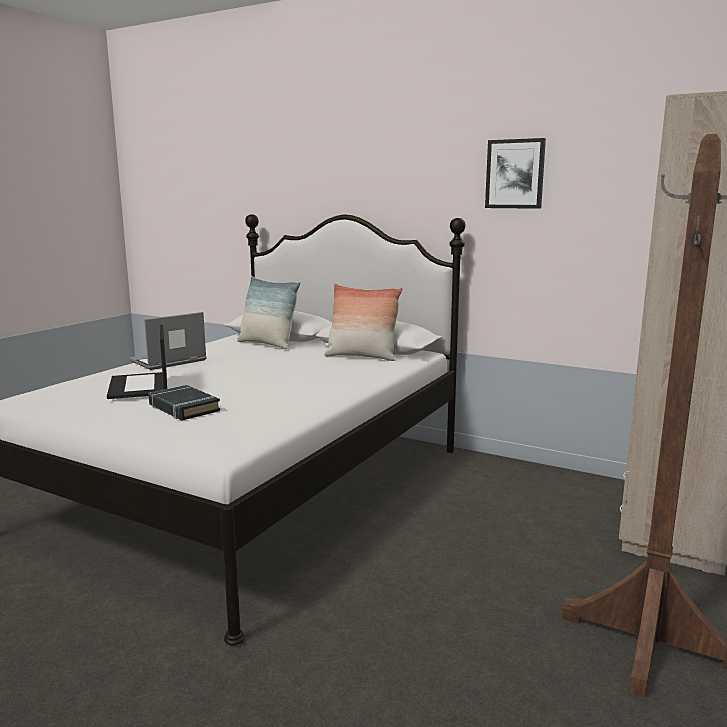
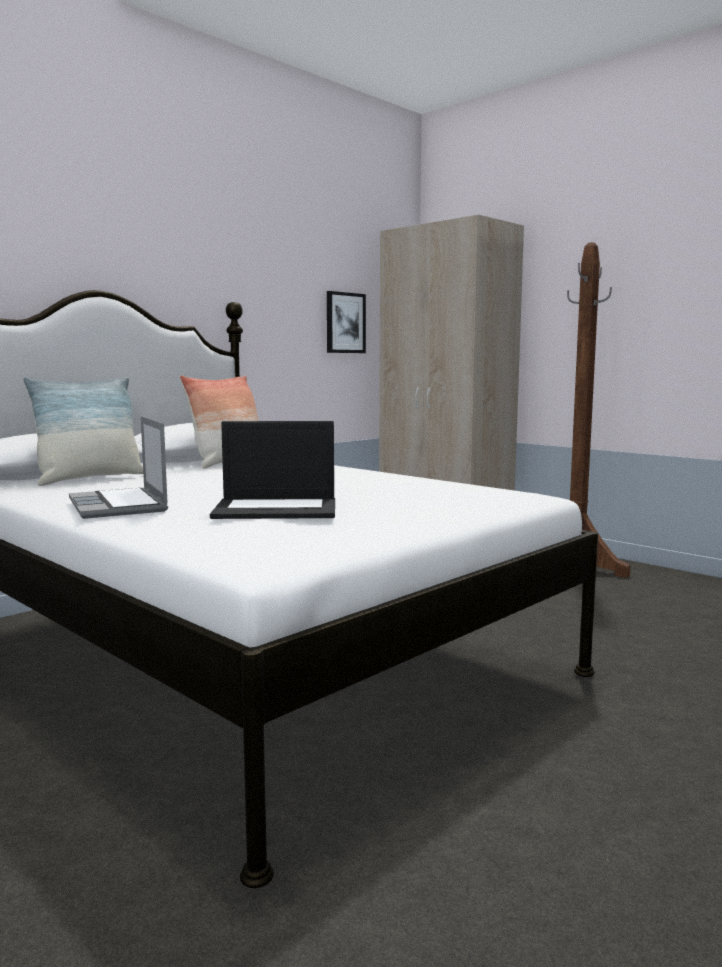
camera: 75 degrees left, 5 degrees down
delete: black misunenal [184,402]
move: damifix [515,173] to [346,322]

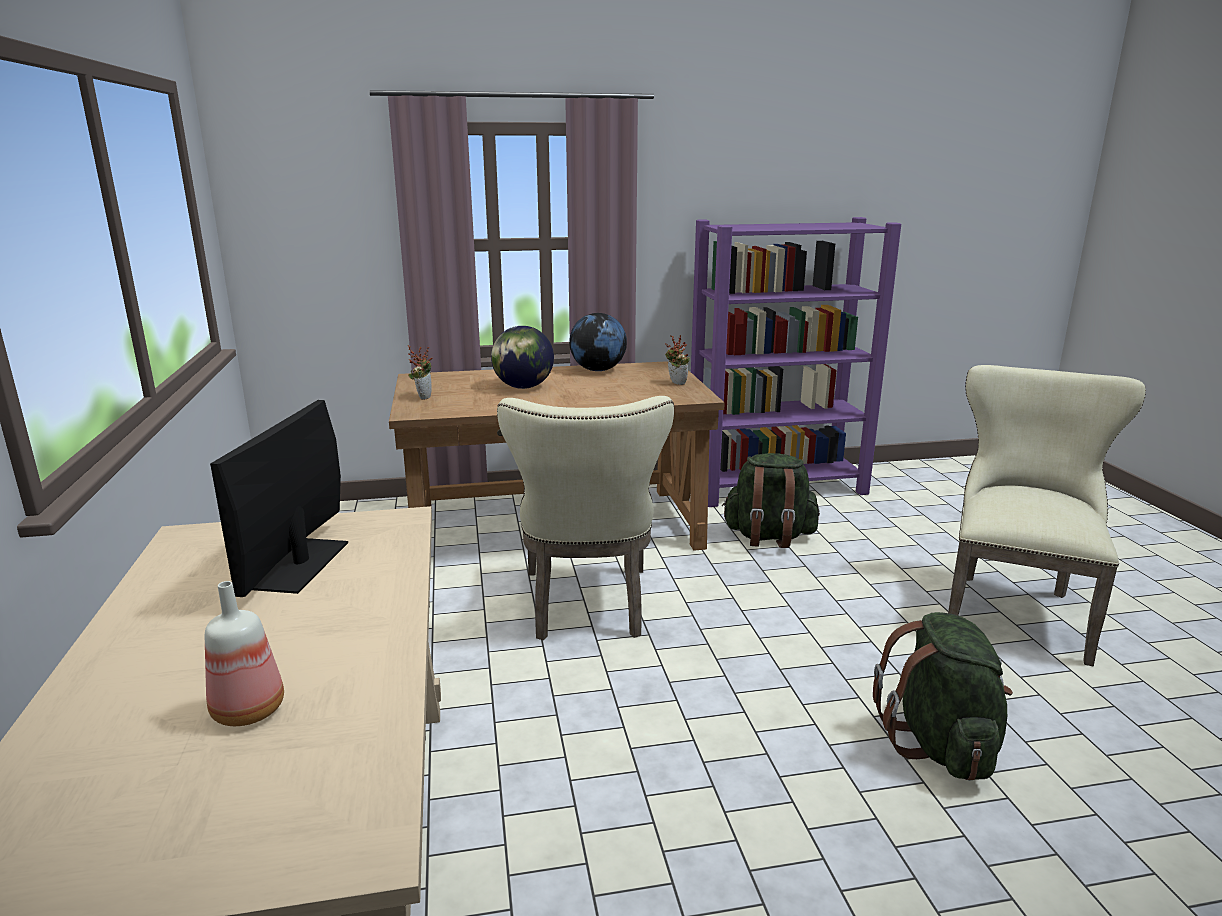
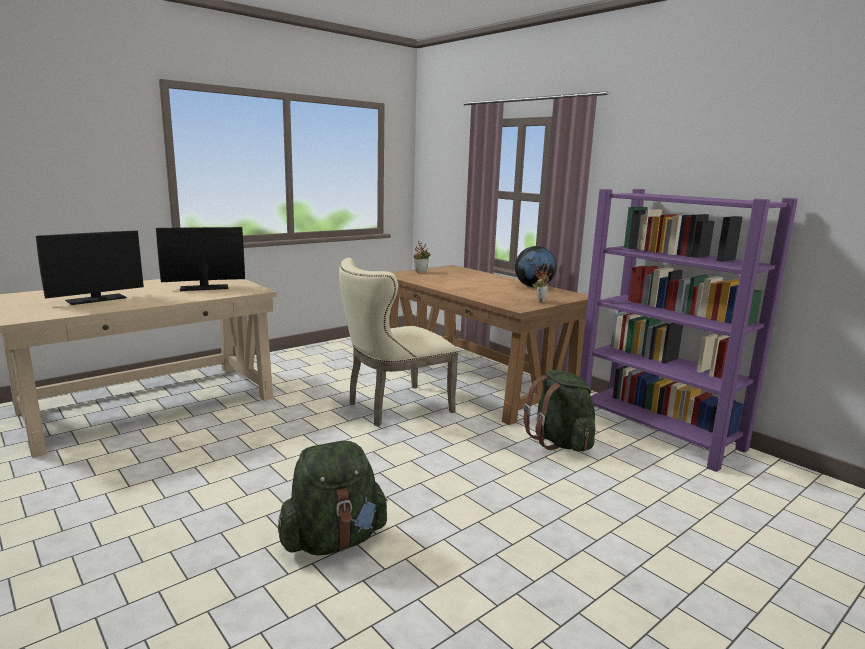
camera: 60 degrees right, 5 degrees down
delete: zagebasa [522,357]; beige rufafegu [1047,515]
replace: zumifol [244,653] to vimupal [90,267]

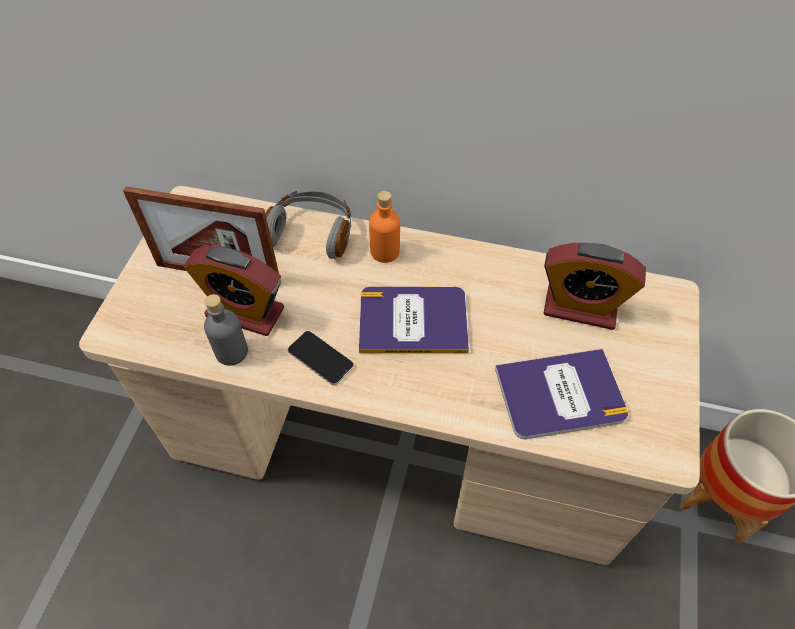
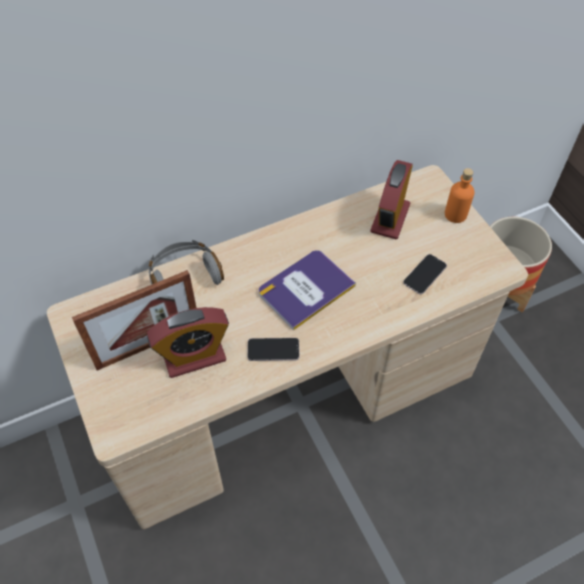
camera: 40 degrees left, 0 degrees up
delete: grey zumifol [226,330]
move: orange zumifol [384,227] to [460,195]
replace: misunenal [561,394] to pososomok [425,274]
rotate: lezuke [594,286] = [391,199] 135 degrees clockwise

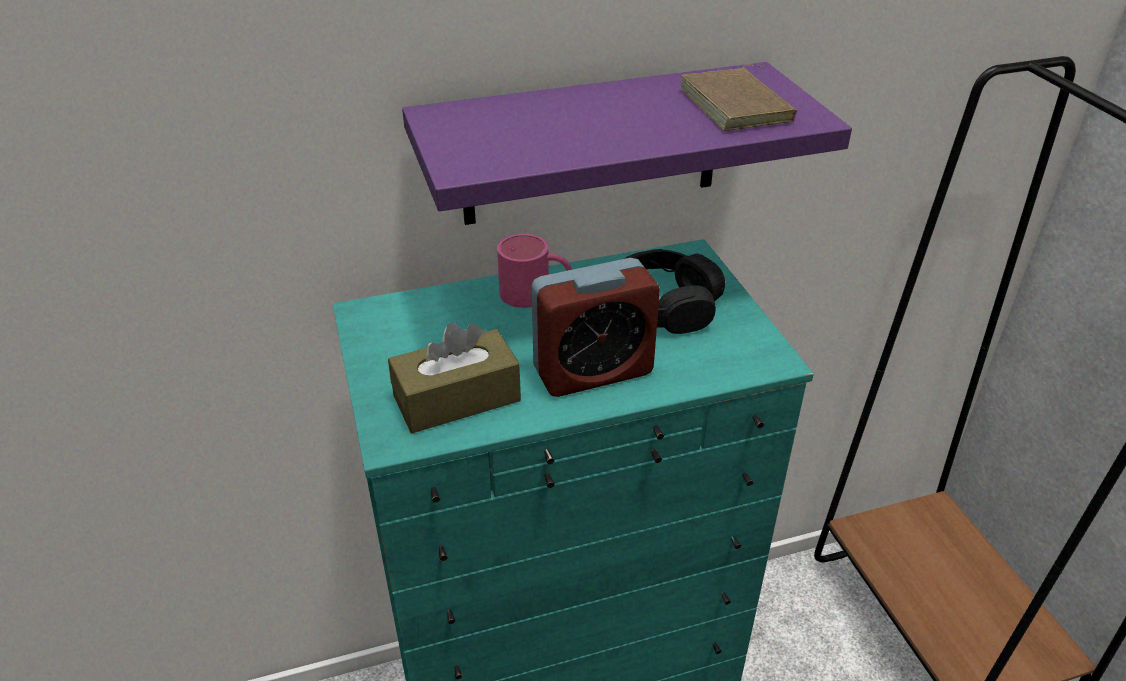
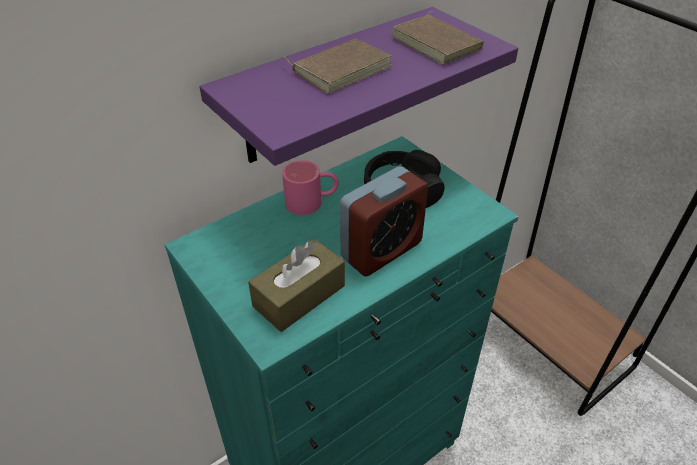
camera: 20 degrees left, 5 degrees up
insert: brown misunenal [338,66]

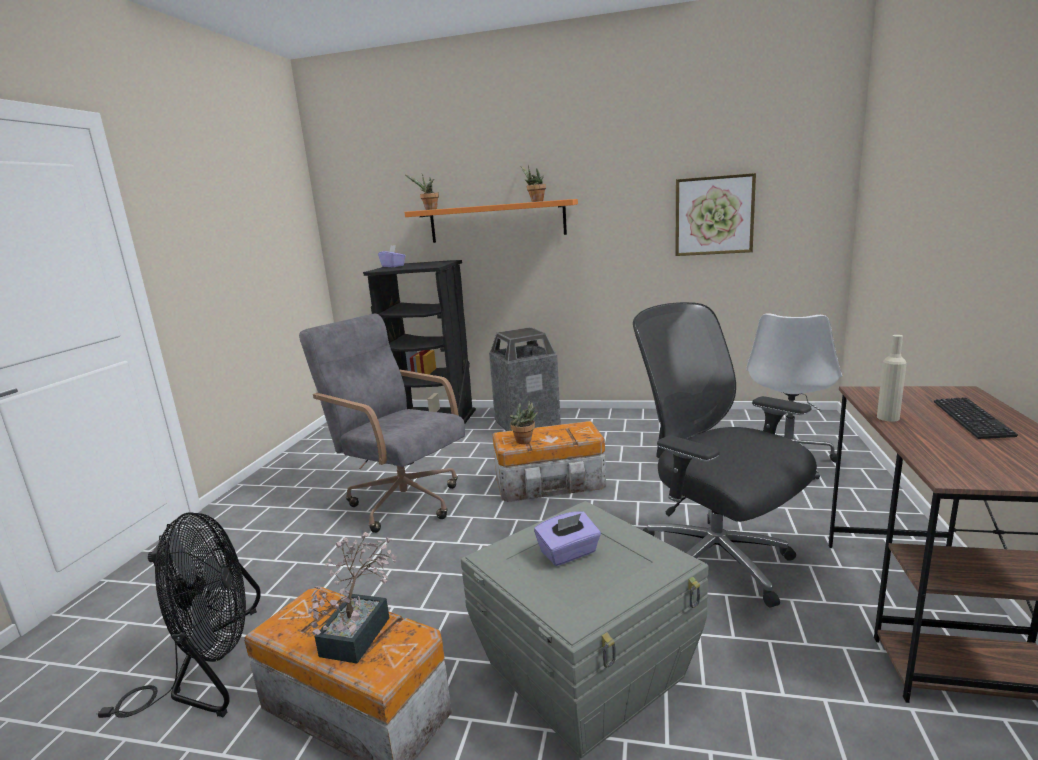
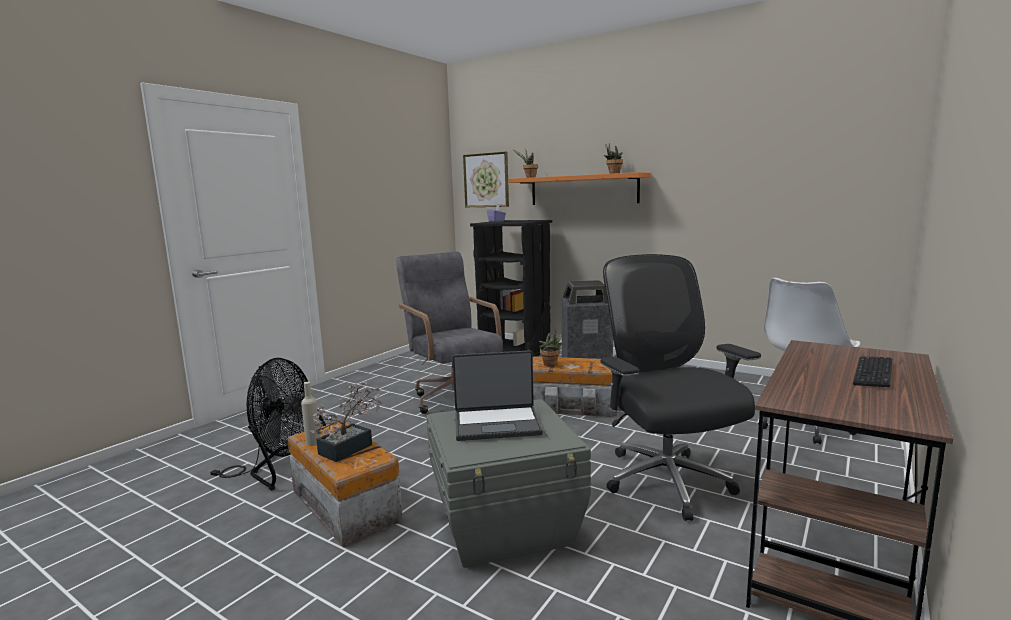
camera: 20 degrees right, 5 degrees down
move: damifix [715,214] to [486,179]; beige zumifol [892,378] to [311,414]
replace: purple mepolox [567,538] to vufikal [498,395]

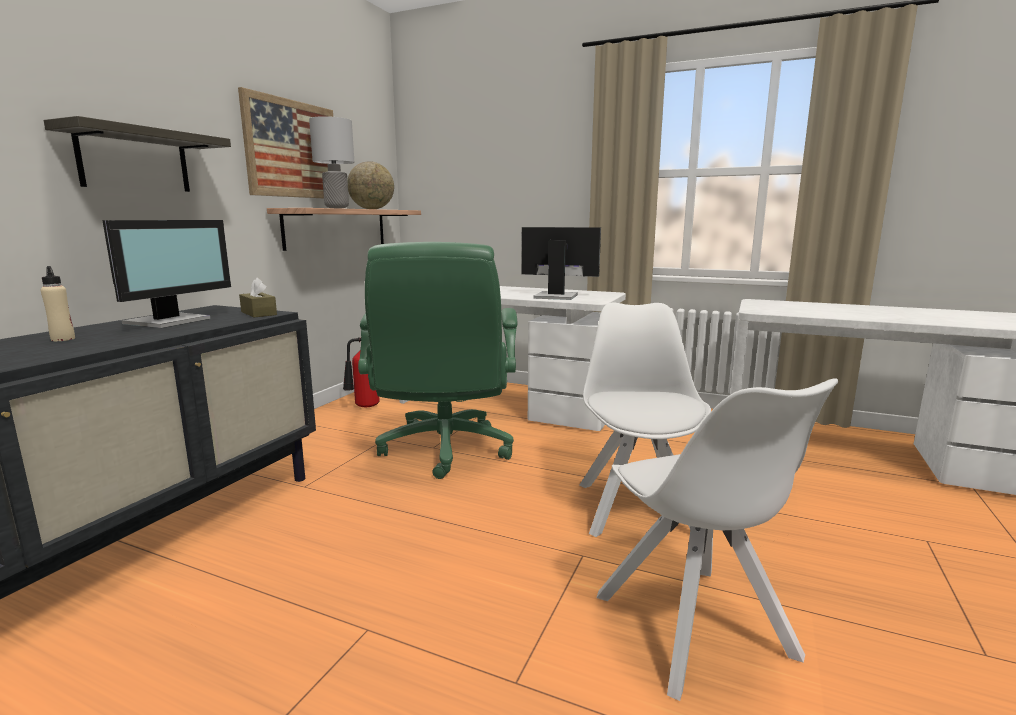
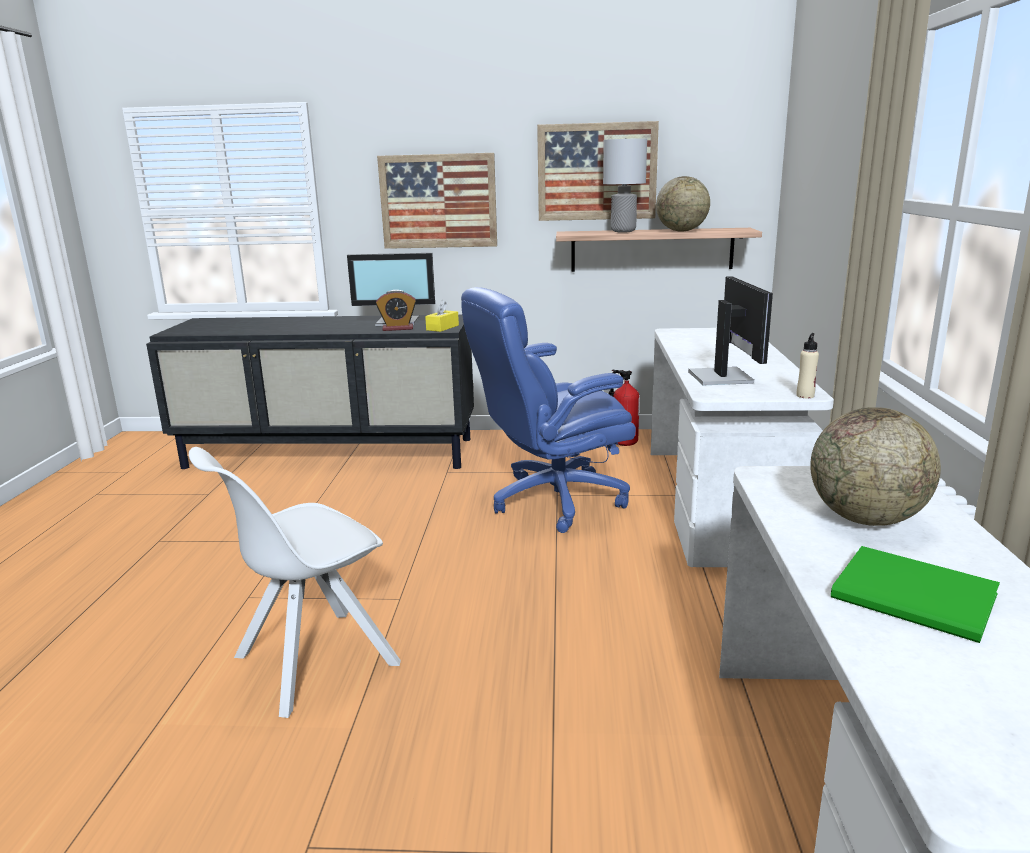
camera: 70 degrees right, 5 degrees up
delete: white rufafegu [645,420]
insert: lezuke [396,310]; zagebasa [875,466]; green misunenal [915,594]
move: beige zumifol [58,303] to [808,365]
replace: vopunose [137,154] to damifix [437,201]
recolor: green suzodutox [437,360] to blue suzodutox [548,410]; brown mepolox [258,297] to yellow mepolox [442,316]

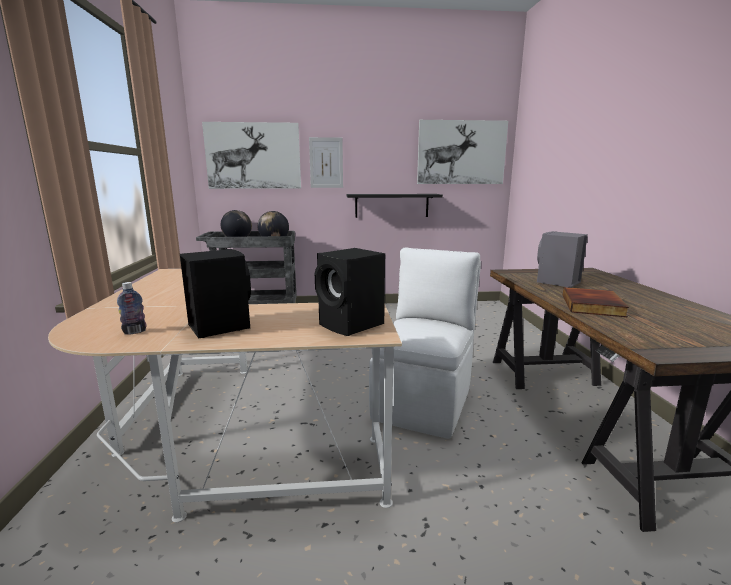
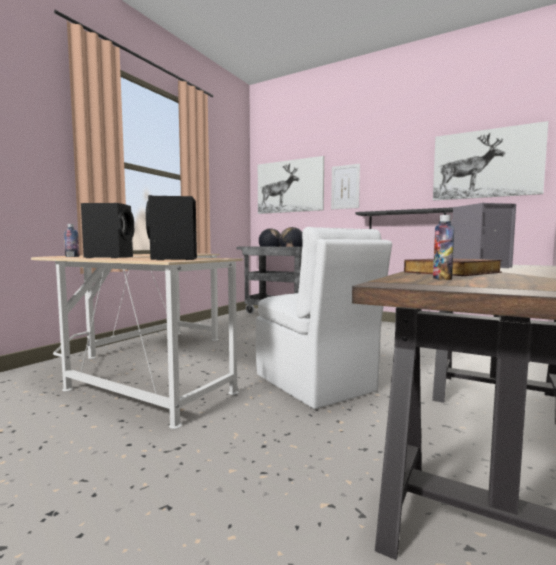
camera: 35 degrees right, 10 degrees down
insert: zumifol [443,247]
rotate: white rufafegu [425,343] = [324,318] 90 degrees clockwise

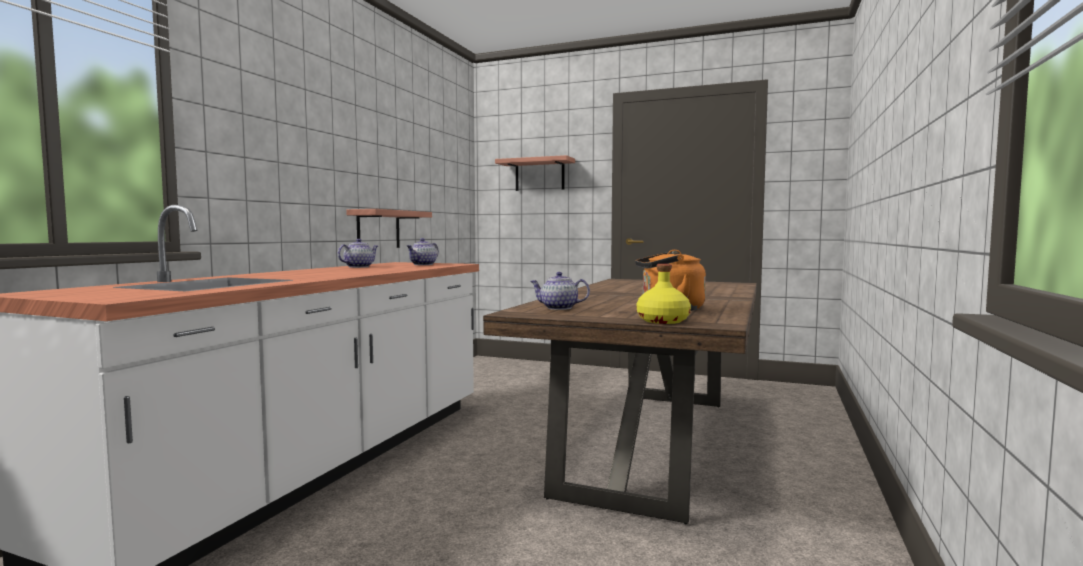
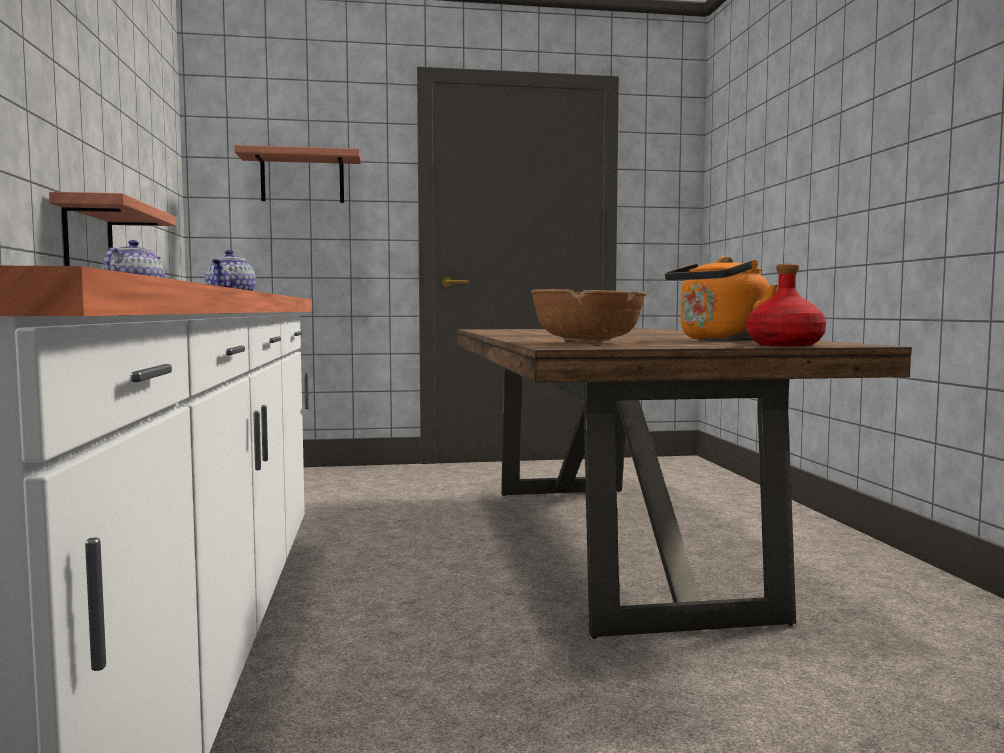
camera: 30 degrees left, 0 degrees up
replace: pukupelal [560,291] to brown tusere [588,316]
recolor: yellow zumifol [664,294] to red zumifol [786,305]

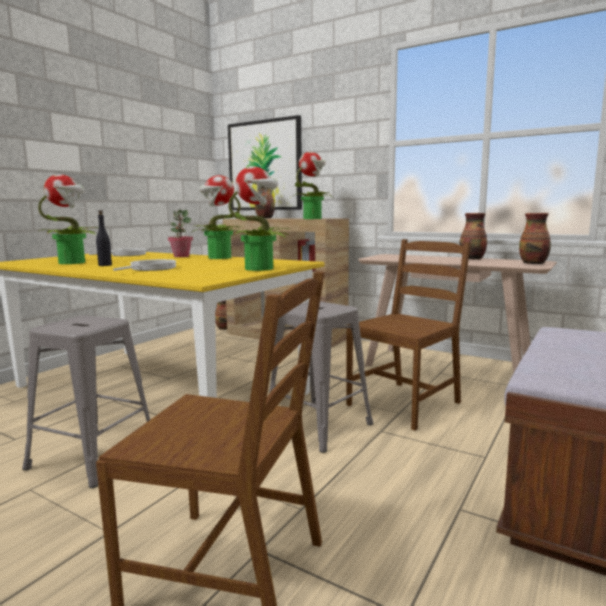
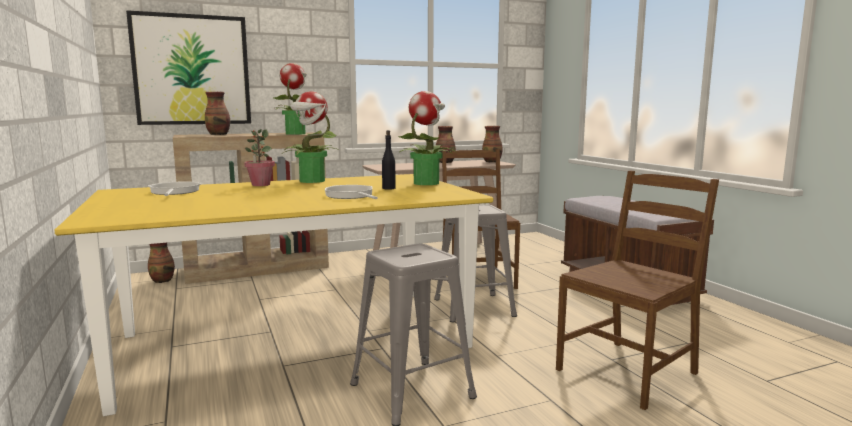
camera: 55 degrees left, 0 degrees up
delete: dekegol [68,219]
move: black zumifol [104,238] to [389,160]

